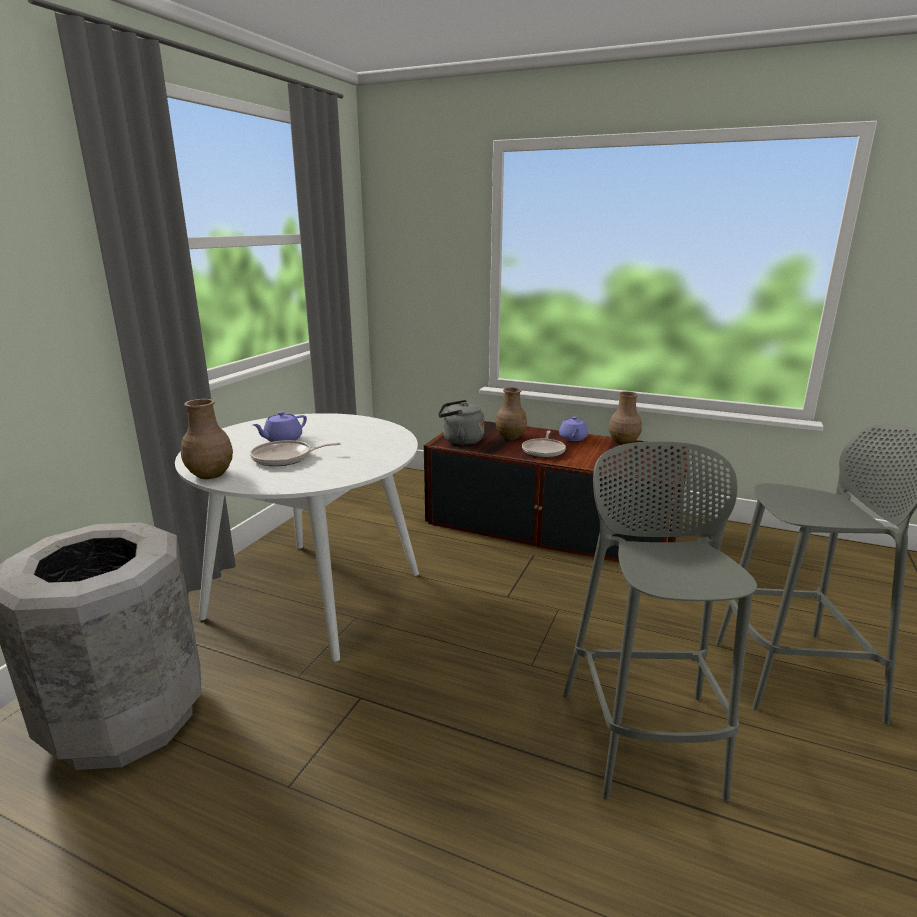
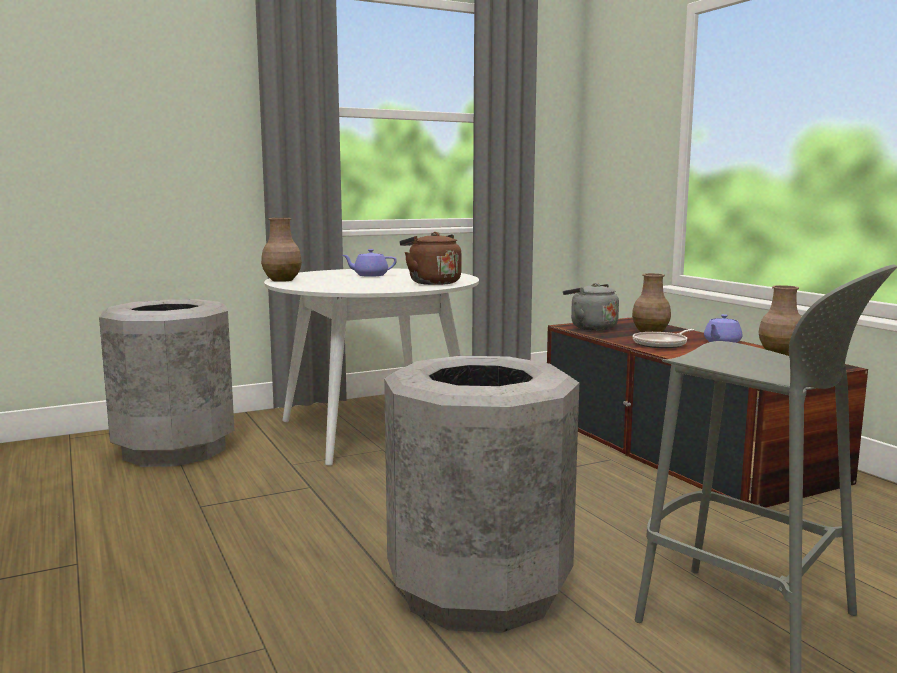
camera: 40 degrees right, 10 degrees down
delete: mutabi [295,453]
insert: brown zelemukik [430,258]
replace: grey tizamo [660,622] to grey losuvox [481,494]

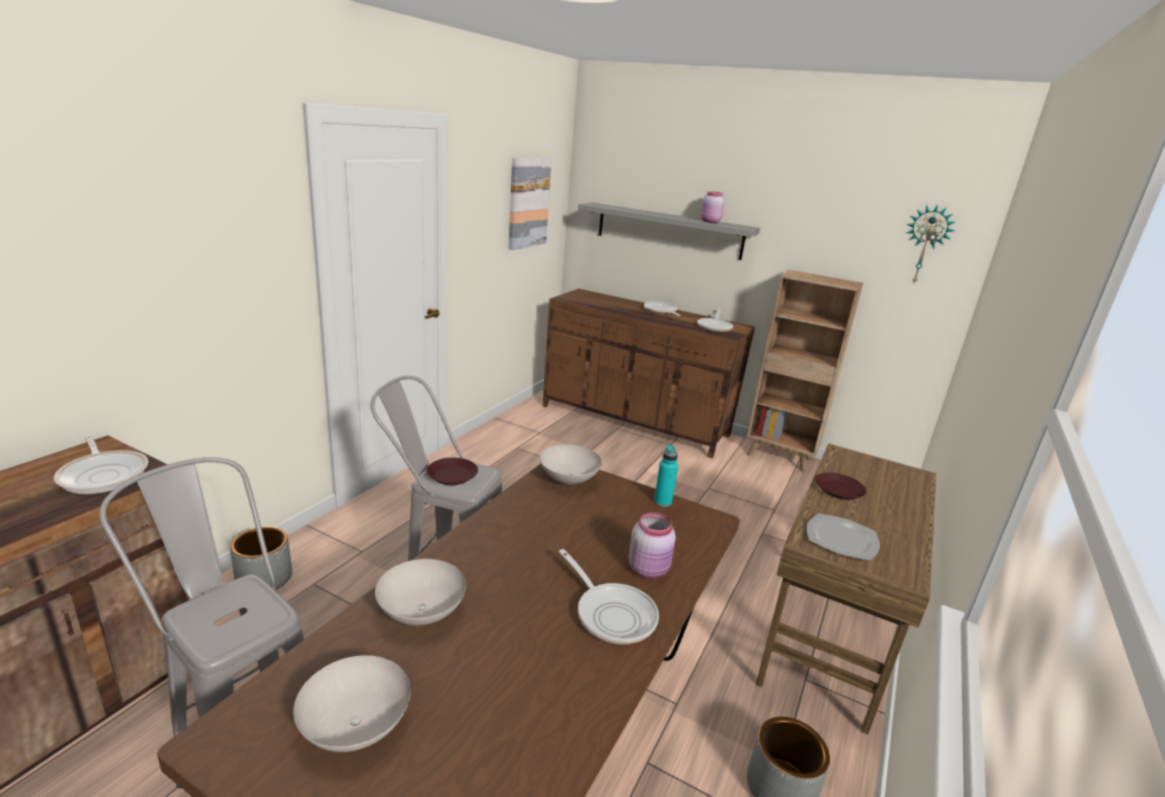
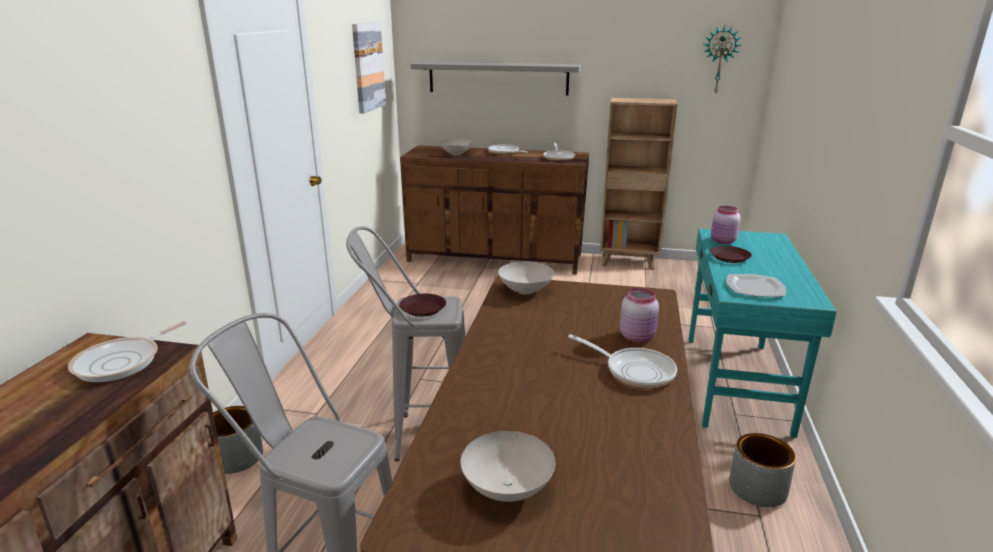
camera: 15 degrees left, 0 degrees up
delete: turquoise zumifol [666,476]
move: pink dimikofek [713,207] to [726,225]; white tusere [420,592] to [456,147]
recolor: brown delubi [846,588] to turquoise delubi [763,333]
rotate: mutabi [101,465] = [127,351] 90 degrees clockwise

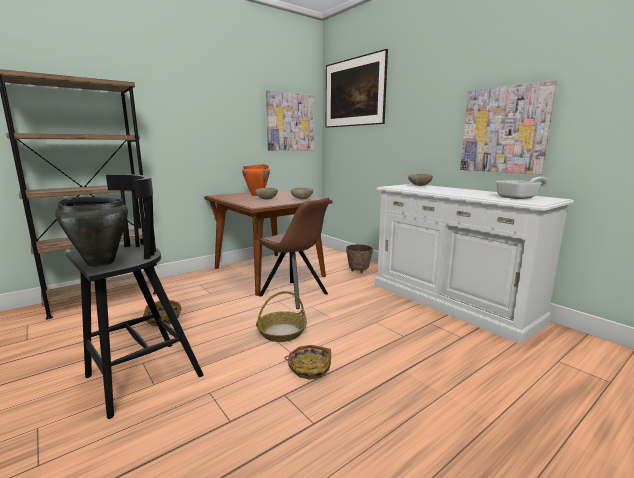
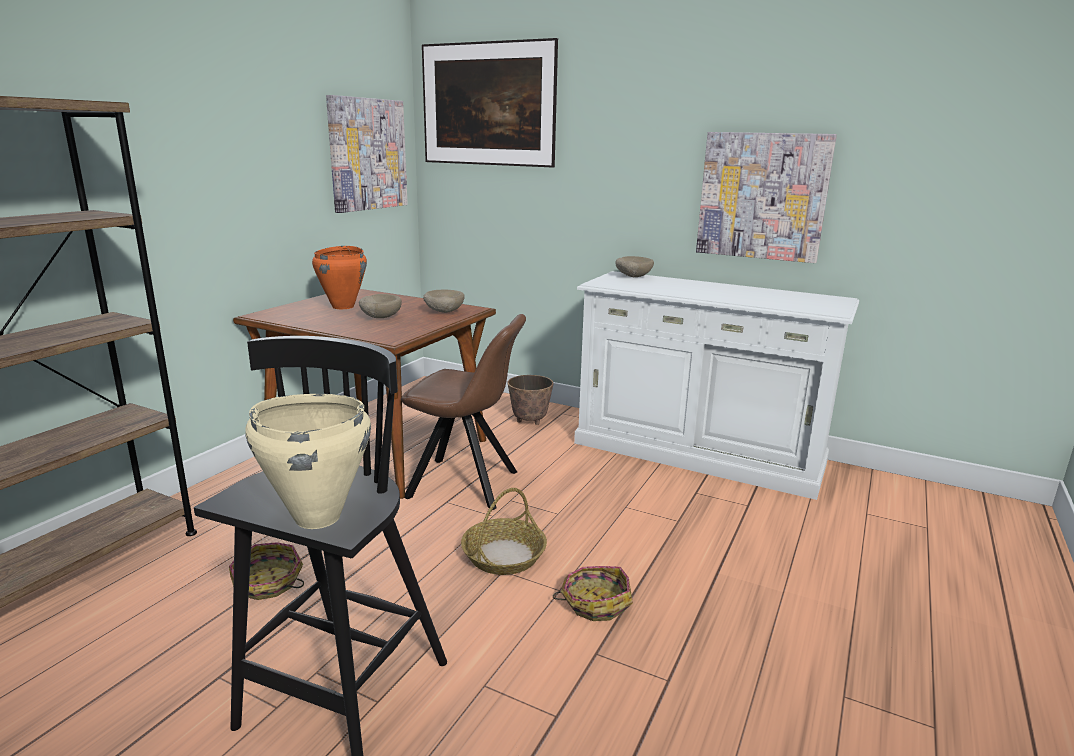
camera: 25 degrees left, 5 degrees up
delete: mutabi [521,188]
recolor: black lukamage [91,232] to beige lukamage [308,461]

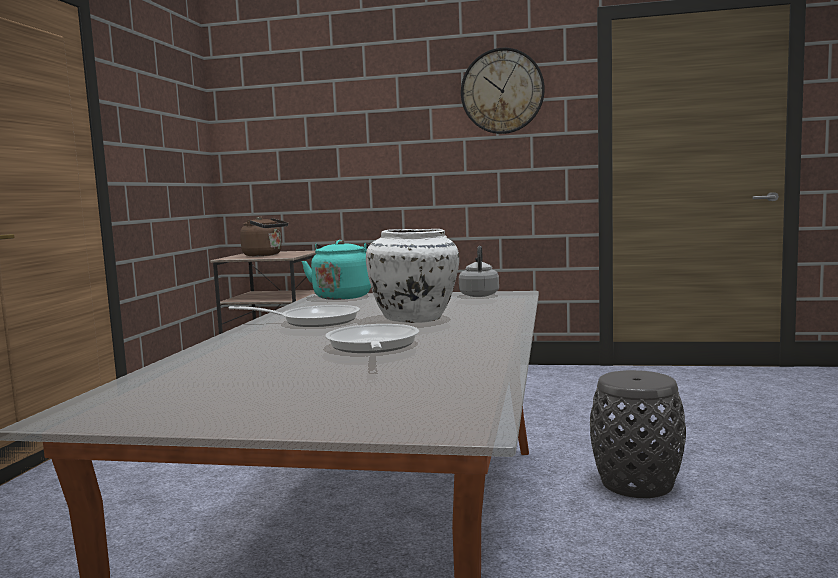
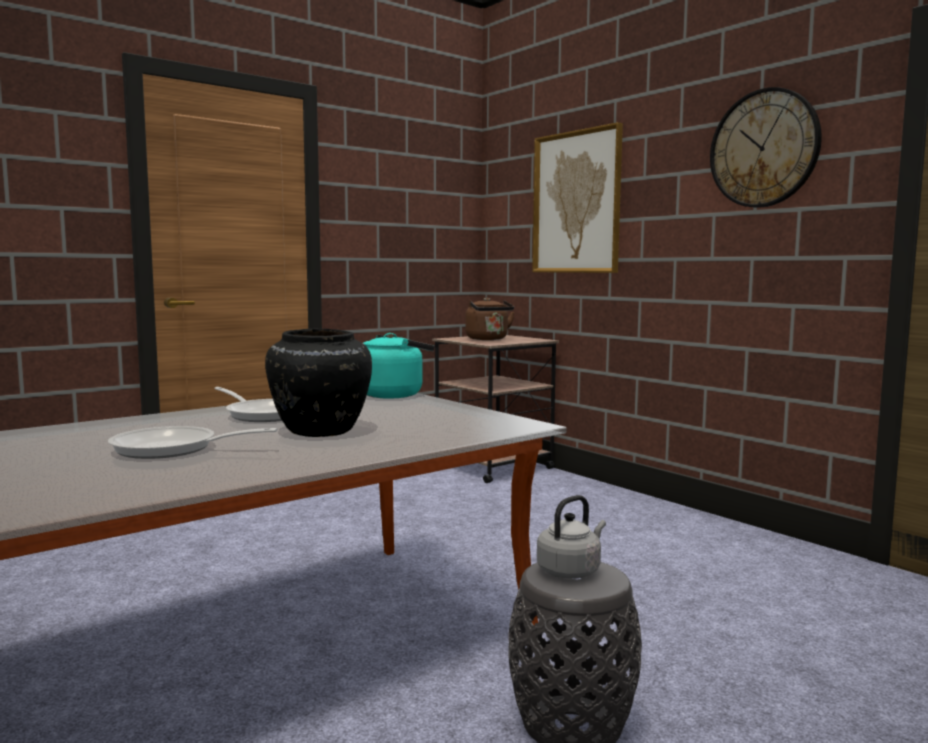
camera: 40 degrees right, 0 degrees up
insert: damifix [577,197]
move: grey zelemukik [479,271] to [571,537]
recolor: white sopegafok [412,276] to black sopegafok [318,382]
rotate: mutabi [372,338] = [193,442] 120 degrees counterclockwise

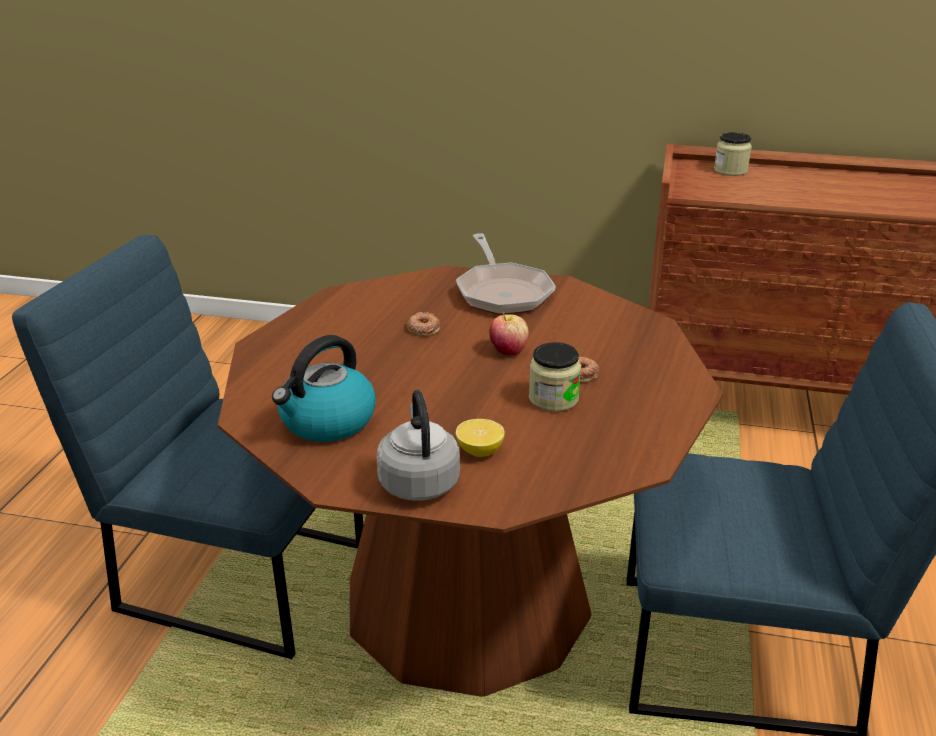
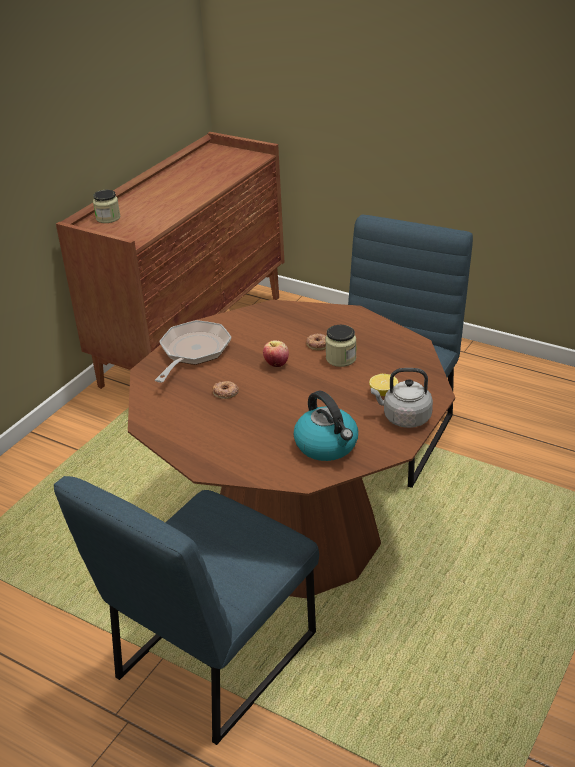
camera: 70 degrees left, 5 degrees up
rotate: mutabi [506,274] = [193,351] 75 degrees counterclockwise

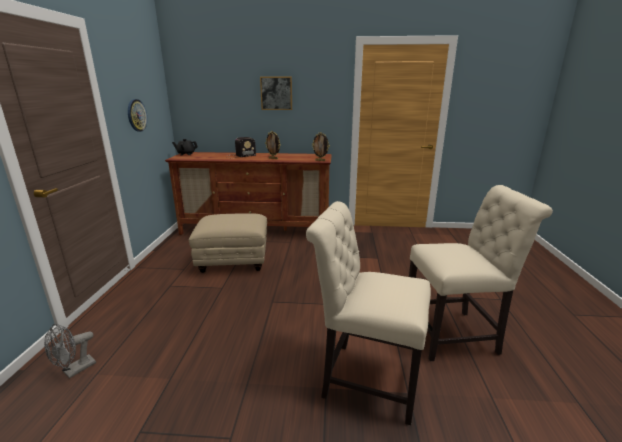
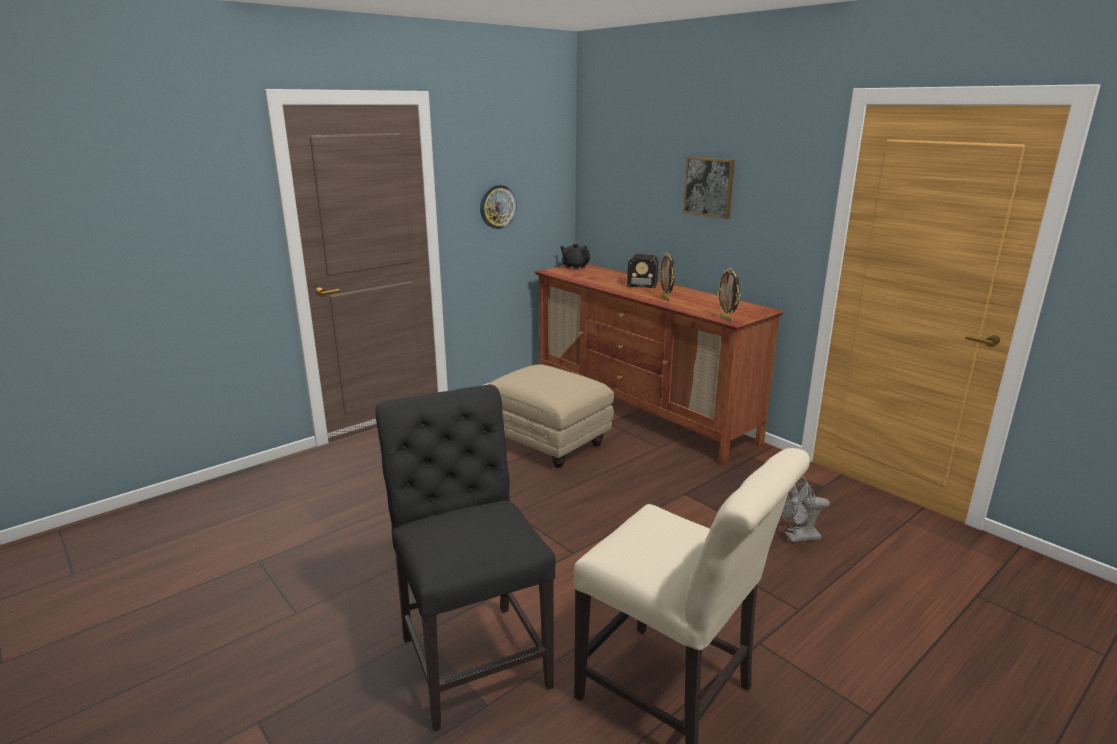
camera: 45 degrees right, 0 degrees up
move: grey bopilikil [70,351] to [805,509]
recolor: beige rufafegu [368,313] to black rufafegu [465,558]

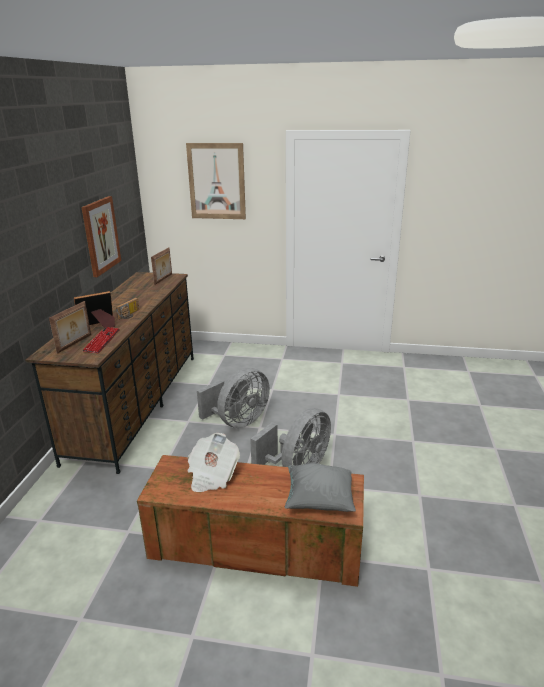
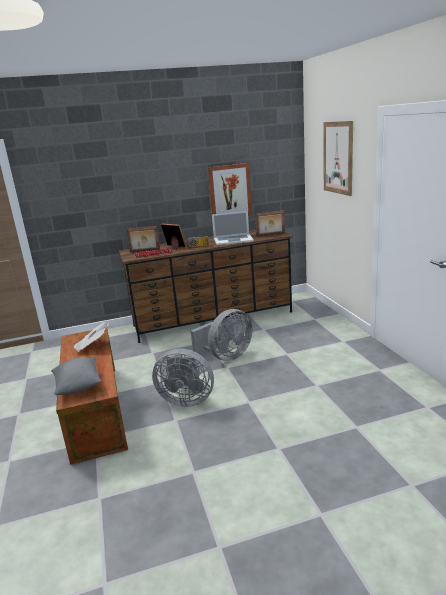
camera: 65 degrees right, 5 degrees down
insert: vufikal [233,228]
rotate: grey bopilikil [233,398] = [221,335] 60 degrees counterclockwise

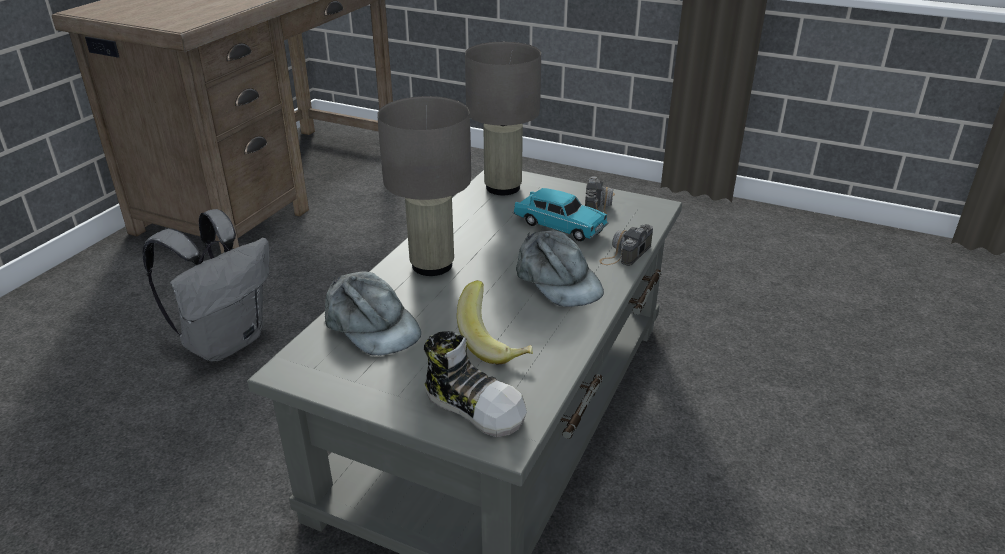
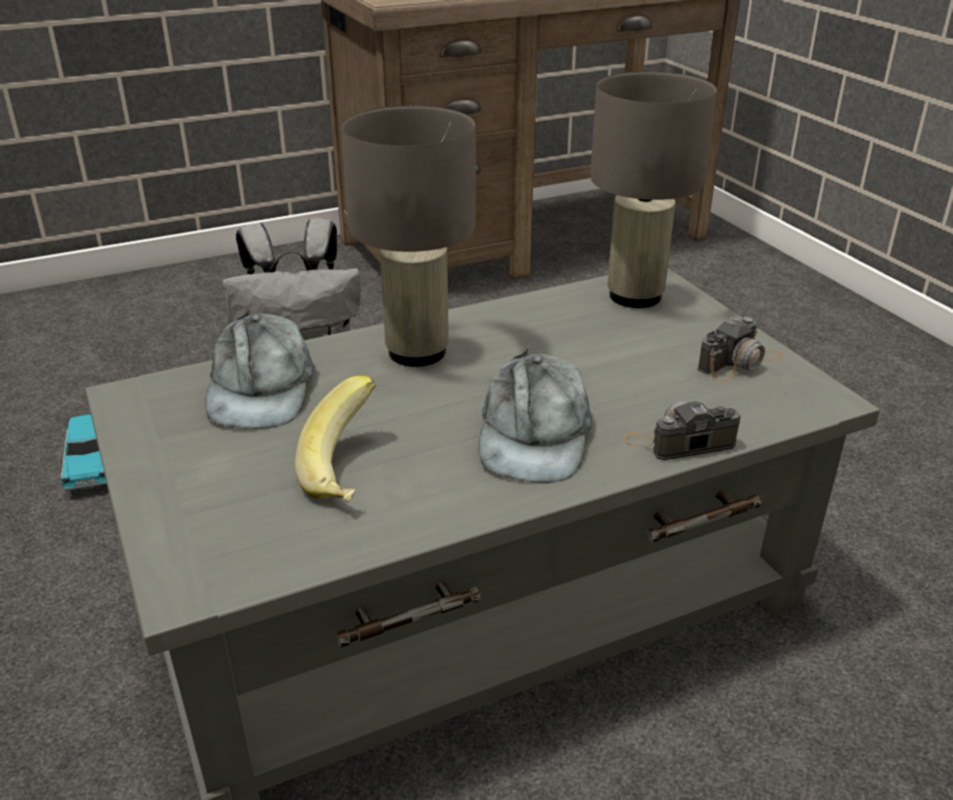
camera: 40 degrees right, 0 degrees up
delete: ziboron [475,384]
move: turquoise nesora [561,214] to [84,453]

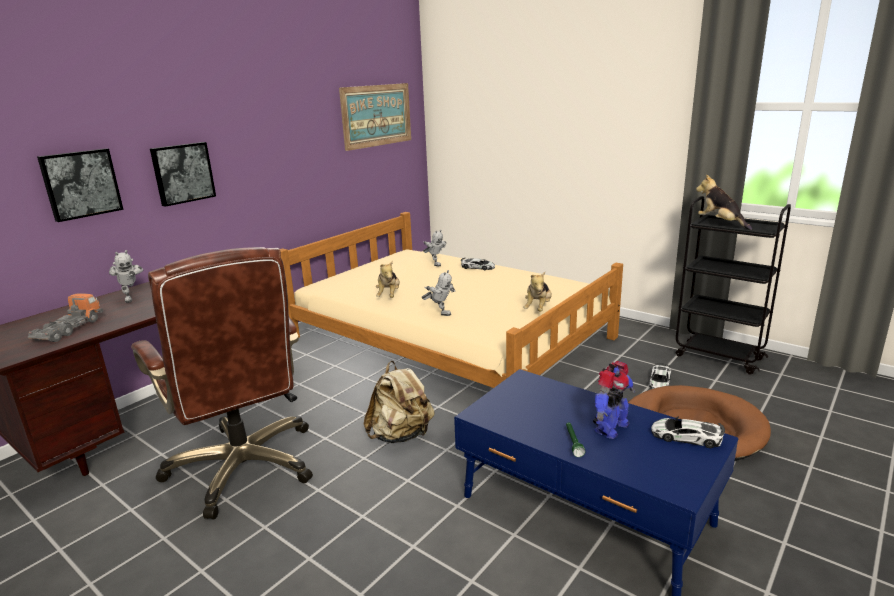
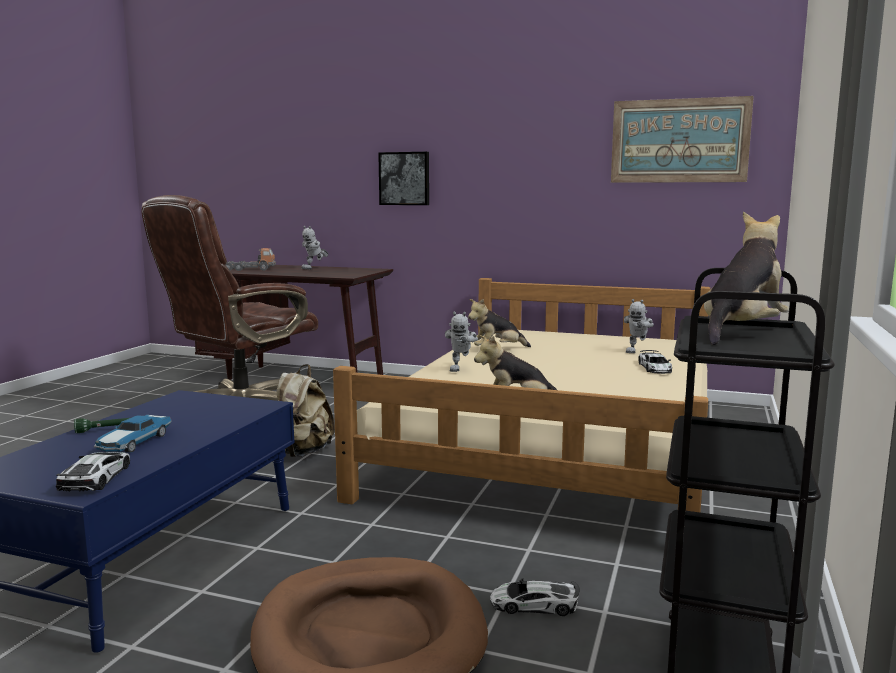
camera: 70 degrees right, 10 degrees down
delete: damifix [80,185]
replace: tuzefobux [614,400] to nesora [133,434]

